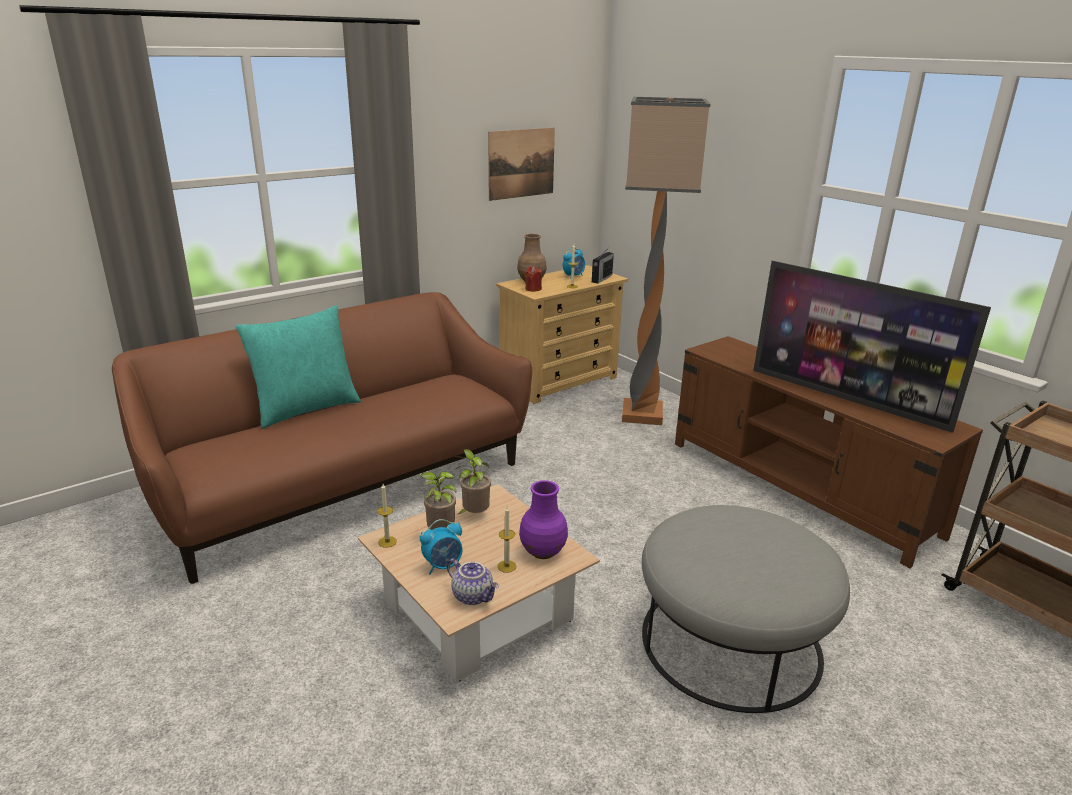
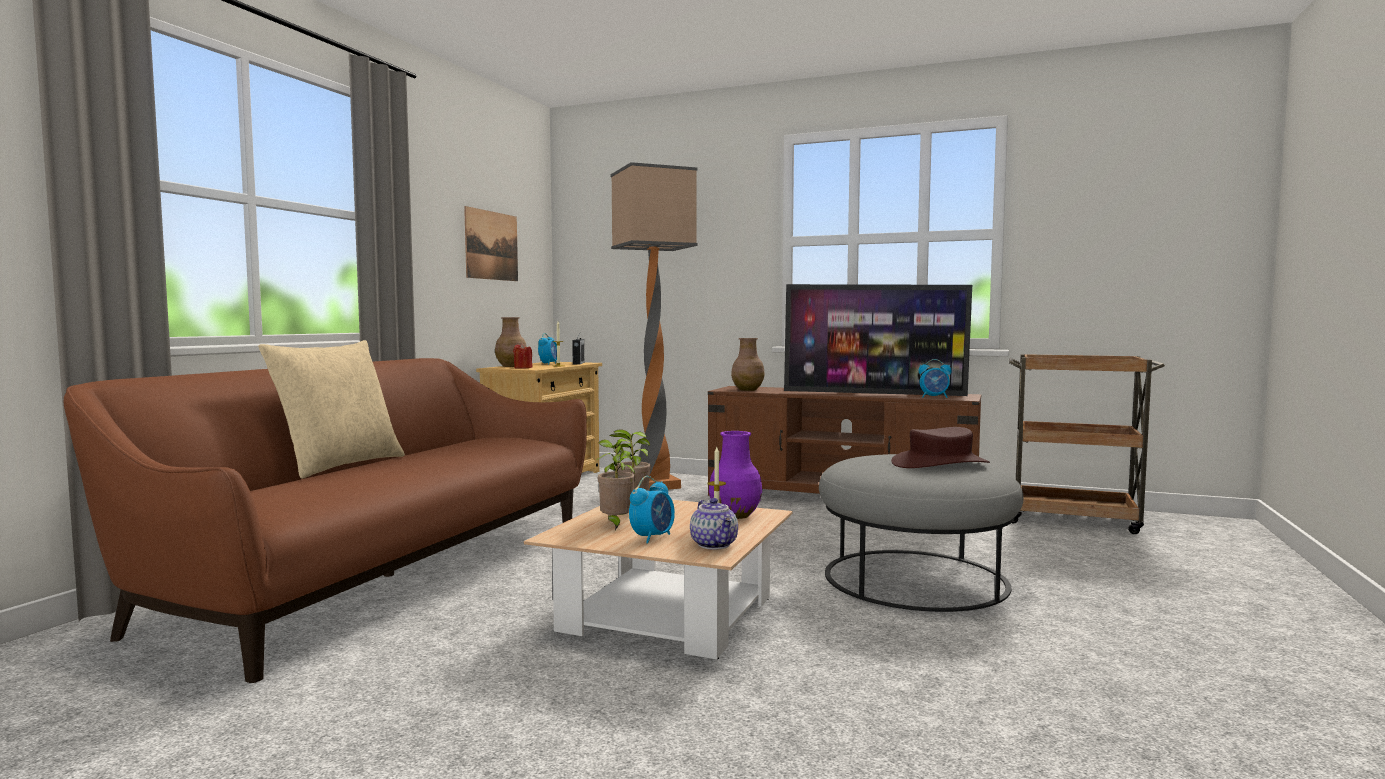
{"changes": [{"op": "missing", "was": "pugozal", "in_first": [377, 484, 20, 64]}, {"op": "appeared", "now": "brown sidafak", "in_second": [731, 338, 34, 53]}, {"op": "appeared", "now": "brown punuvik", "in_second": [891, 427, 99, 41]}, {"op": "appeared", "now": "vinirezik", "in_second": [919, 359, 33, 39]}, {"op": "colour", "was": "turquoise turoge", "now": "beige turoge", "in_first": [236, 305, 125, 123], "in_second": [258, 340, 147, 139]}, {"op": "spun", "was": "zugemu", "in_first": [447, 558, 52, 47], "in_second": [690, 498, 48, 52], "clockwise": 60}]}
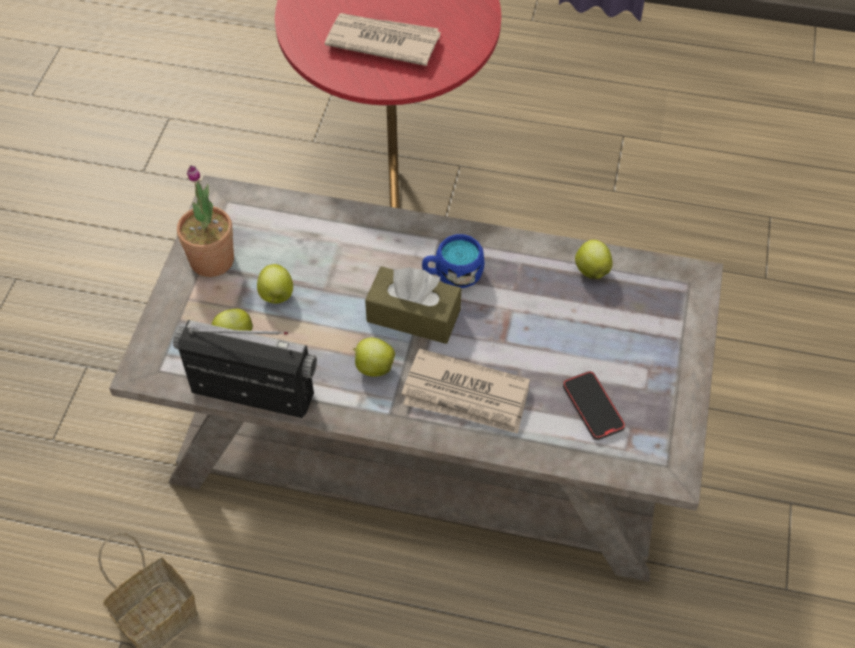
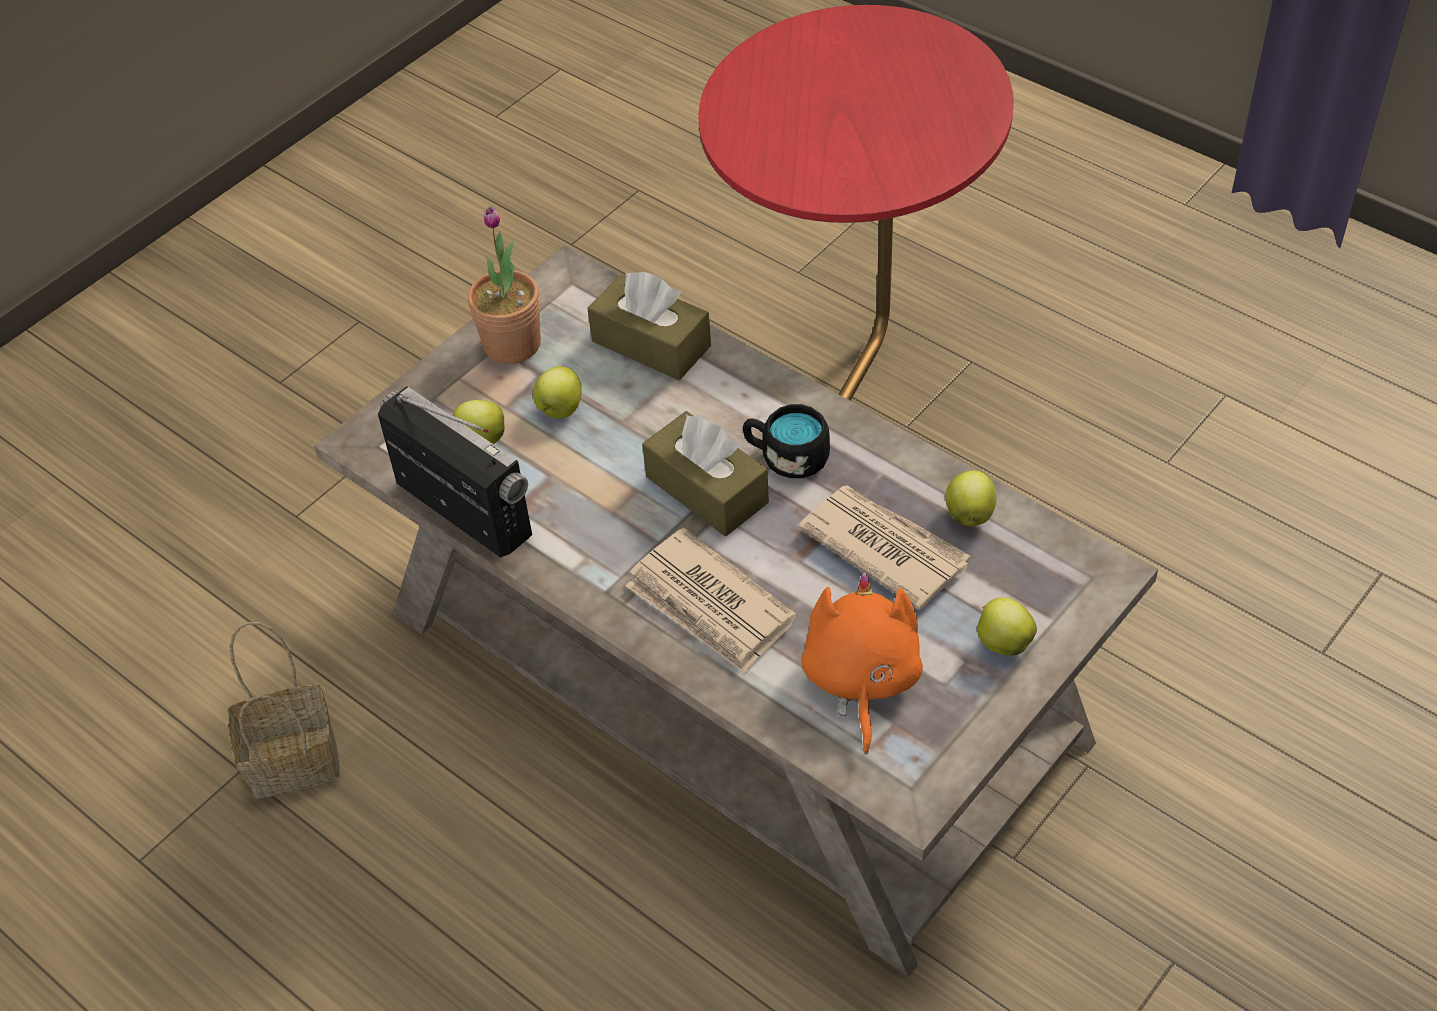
{"changes": [{"op": "appeared", "now": "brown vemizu", "in_second": [587, 272, 124, 108]}, {"op": "relocated", "was": "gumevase", "in_first": [325, 13, 116, 53], "in_second": [798, 485, 172, 125]}, {"op": "relocated", "was": "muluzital", "in_first": [353, 338, 42, 39], "in_second": [977, 597, 60, 59]}, {"op": "exchanged", "was": "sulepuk", "now": "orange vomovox", "in_first": [563, 371, 62, 69], "in_second": [802, 573, 121, 181]}, {"op": "colour", "was": "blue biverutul", "now": "black biverutul", "in_first": [422, 234, 62, 54], "in_second": [743, 404, 87, 74]}]}
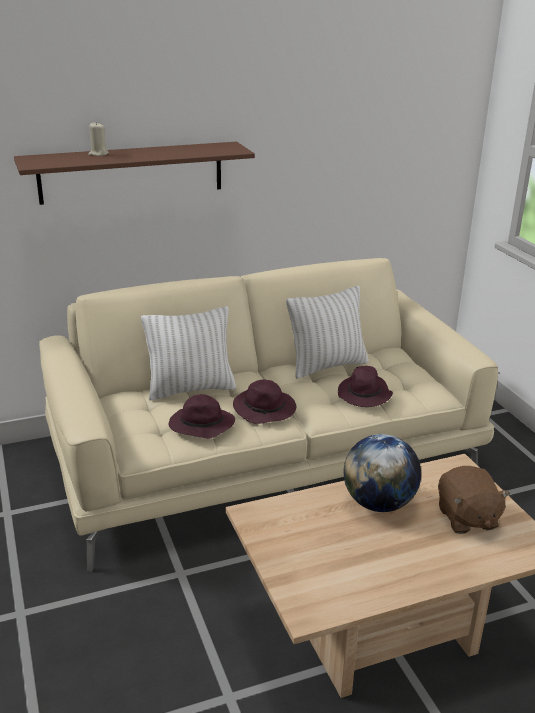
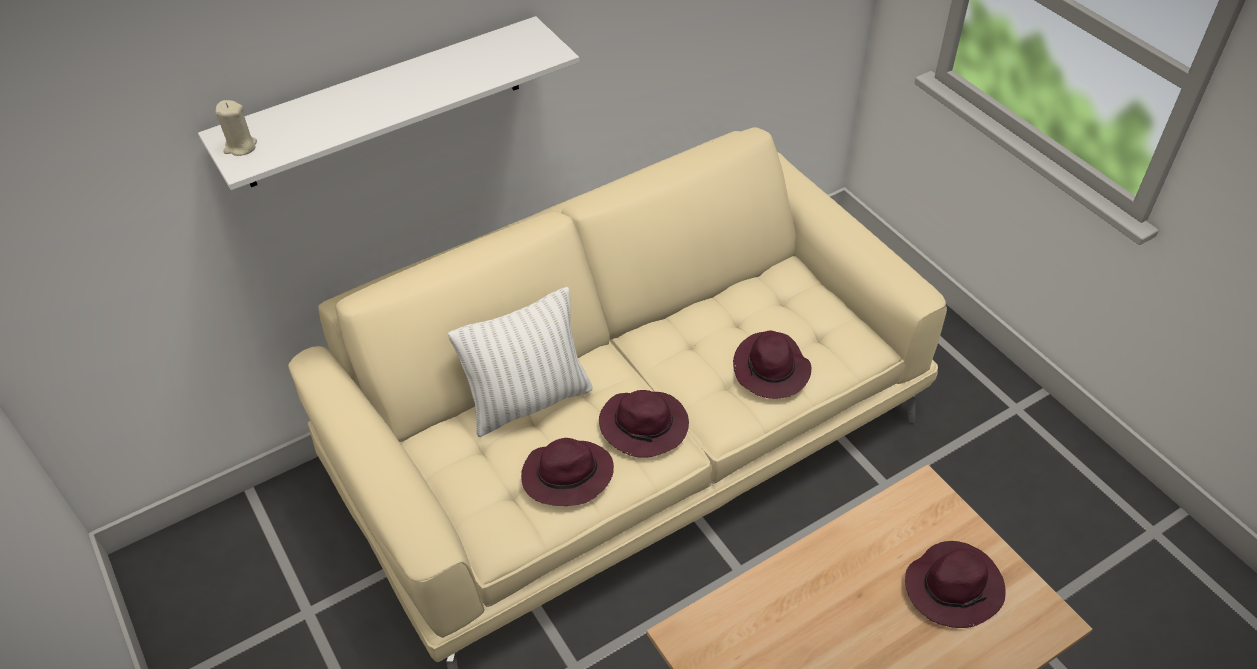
{"changes": [{"op": "missing", "was": "white turoge", "in_first": [286, 286, 83, 93]}, {"op": "missing", "was": "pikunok", "in_first": [344, 434, 77, 78]}, {"op": "relocated", "was": "beige pugozal", "in_first": [88, 122, 21, 34], "in_second": [216, 100, 41, 56]}, {"op": "exchanged", "was": "brown vomovox", "now": "purple punuvik", "in_first": [438, 466, 72, 68], "in_second": [905, 541, 101, 87]}, {"op": "colour", "was": "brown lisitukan", "now": "white lisitukan", "in_first": [14, 142, 241, 63], "in_second": [198, 16, 381, 174]}]}
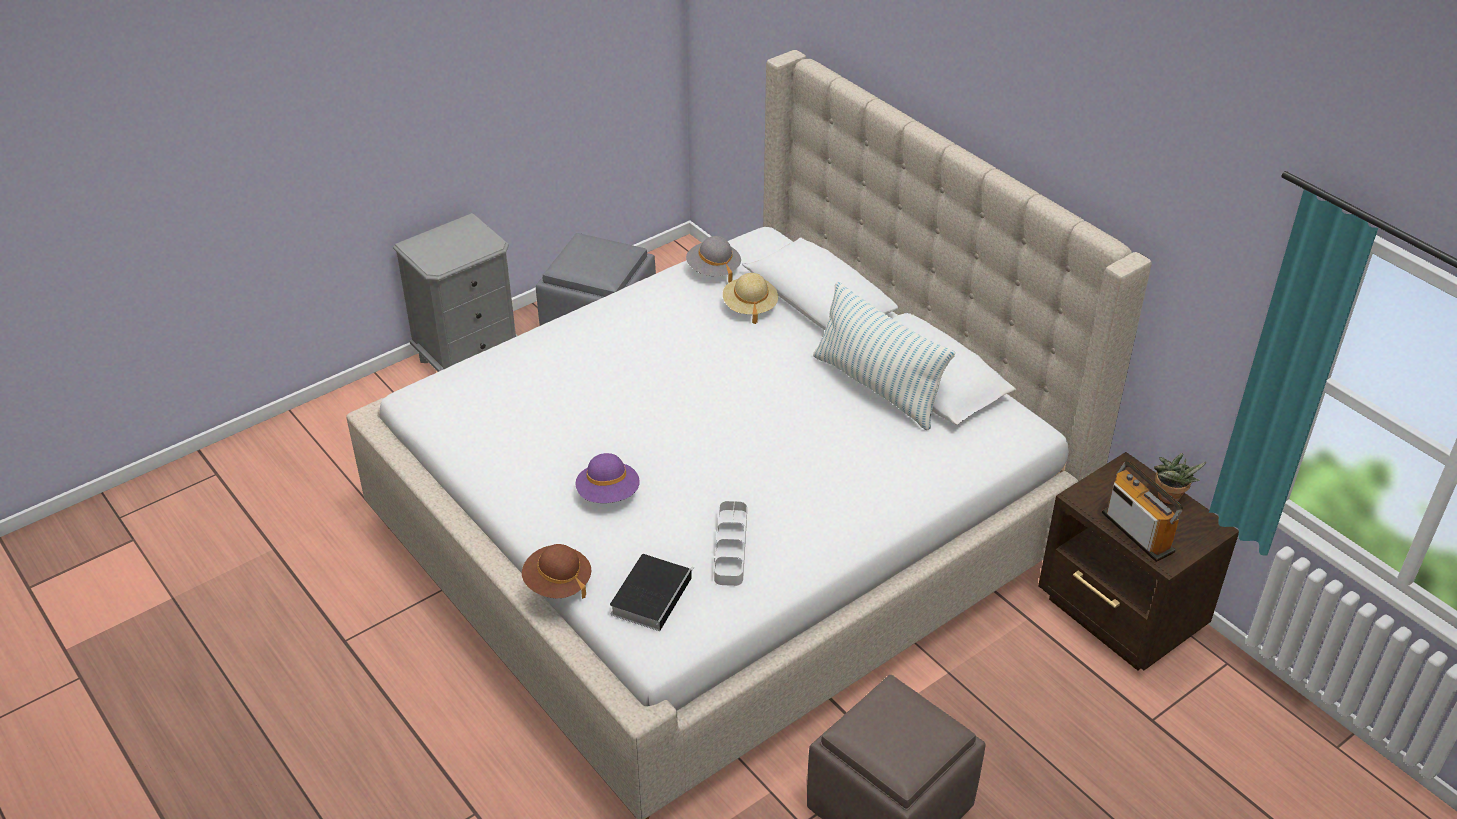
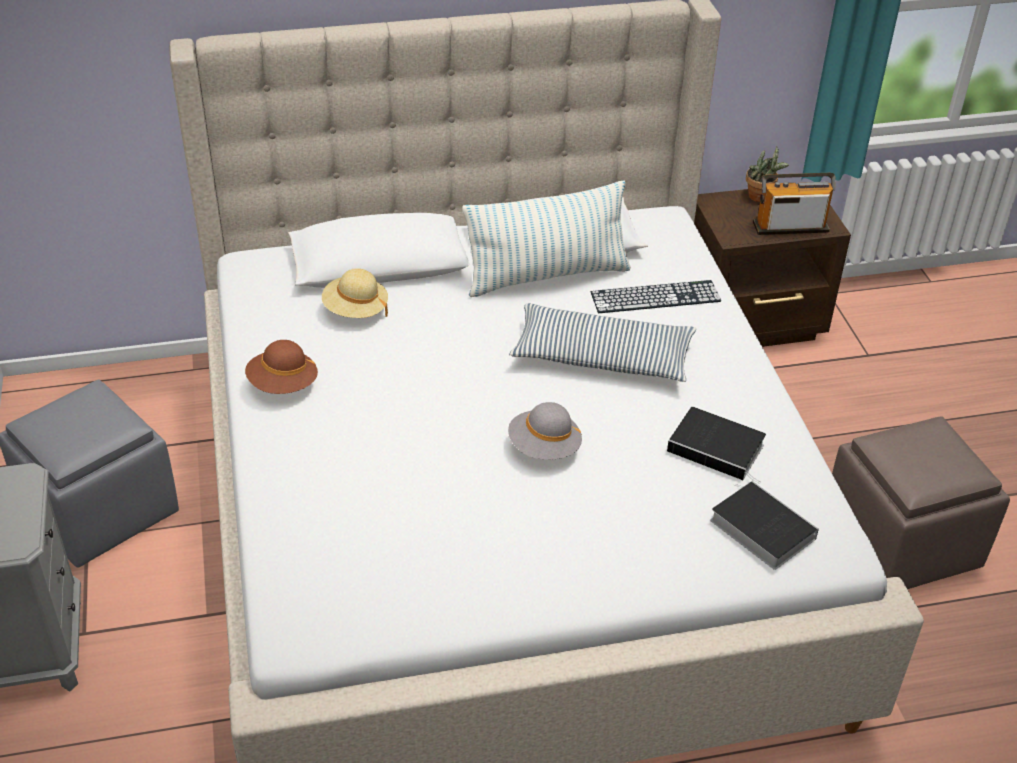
{"changes": [{"op": "missing", "was": "purple punuvik", "in_first": [575, 453, 65, 50]}, {"op": "appeared", "now": "turoge", "in_second": [509, 303, 187, 79]}, {"op": "appeared", "now": "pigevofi", "in_second": [591, 280, 130, 33]}, {"op": "relocated", "was": "brown punuvik", "in_first": [522, 544, 70, 55], "in_second": [245, 340, 73, 54]}, {"op": "relocated", "was": "grey punuvik", "in_first": [686, 236, 55, 47], "in_second": [508, 402, 74, 58]}, {"op": "exchanged", "was": "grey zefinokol", "now": "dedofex", "in_first": [714, 501, 33, 85], "in_second": [667, 407, 99, 77]}]}
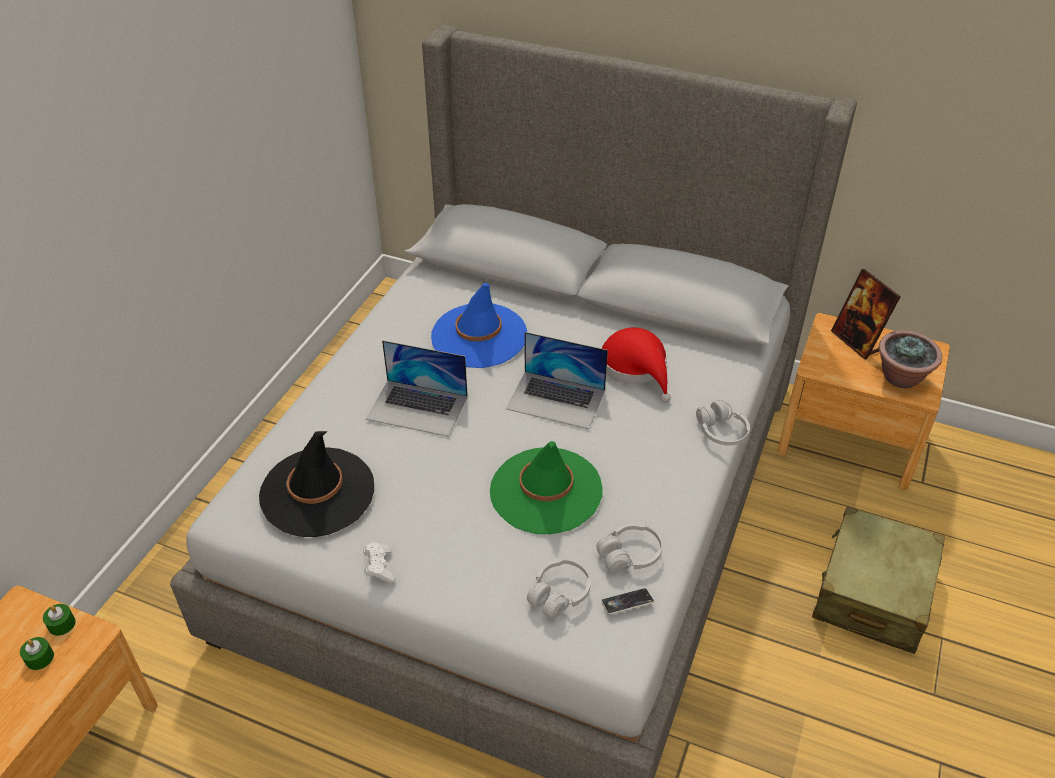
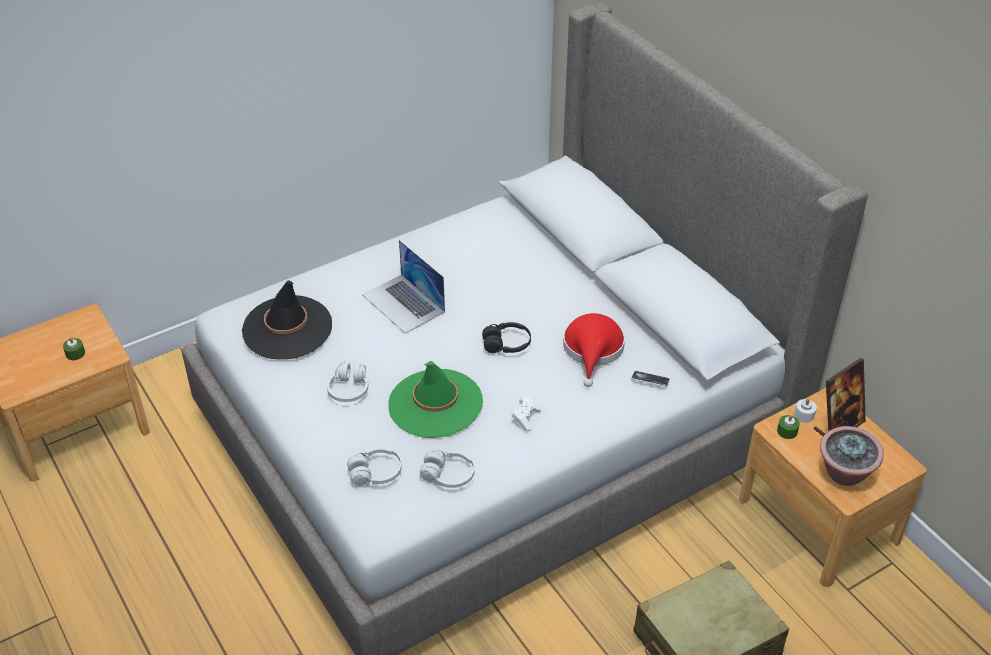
{"changes": [{"op": "missing", "was": "blue punuvik", "in_first": [431, 283, 96, 85]}, {"op": "appeared", "now": "white pugozal", "in_second": [794, 399, 23, 24]}, {"op": "relocated", "was": "green pugozal", "in_first": [43, 604, 33, 32], "in_second": [777, 415, 23, 24]}, {"op": "relocated", "was": "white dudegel", "in_first": [363, 543, 32, 40], "in_second": [511, 396, 30, 35]}, {"op": "relocated", "was": "sulepuk", "in_first": [601, 588, 53, 27], "in_second": [631, 371, 39, 16]}, {"op": "relocated", "was": "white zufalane", "in_first": [696, 400, 54, 45], "in_second": [327, 362, 42, 40]}, {"op": "exchanged", "was": "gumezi", "now": "black zufalane", "in_first": [506, 332, 102, 97], "in_second": [482, 322, 49, 31]}, {"op": "spun", "was": "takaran", "in_first": [831, 269, 70, 91], "in_second": [813, 358, 53, 79], "clockwise": -135}]}
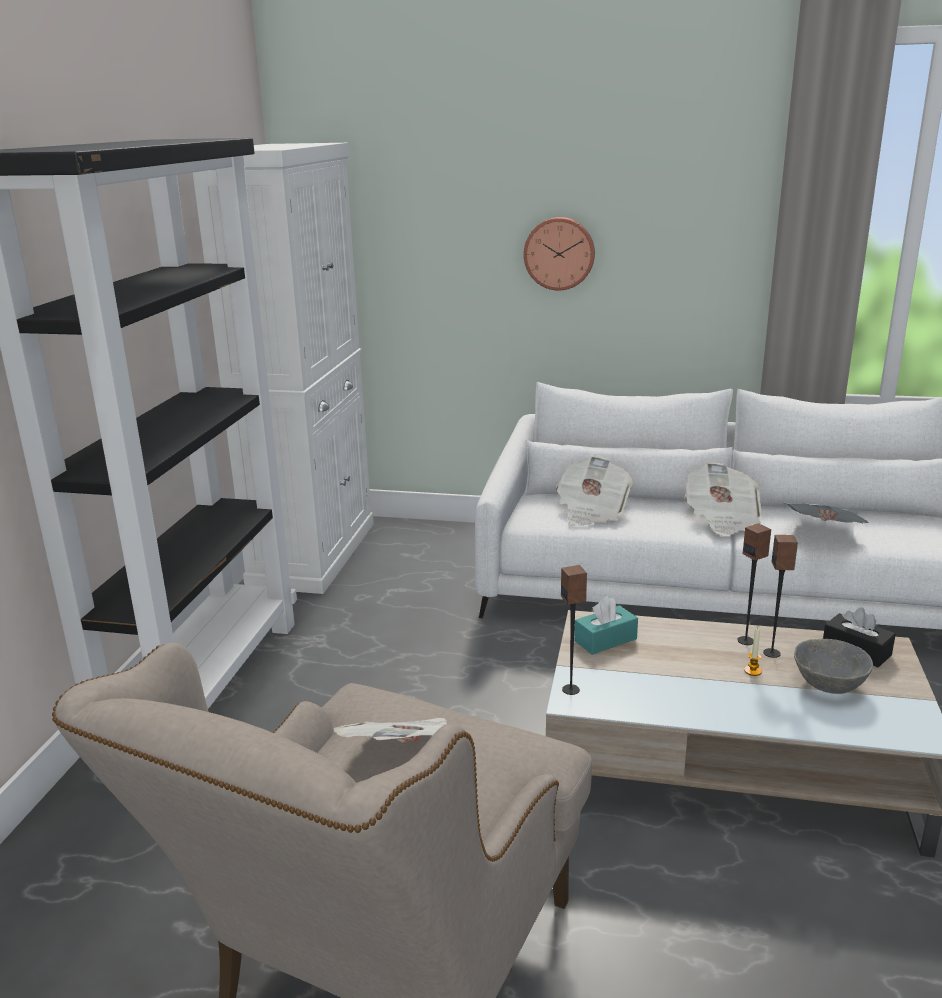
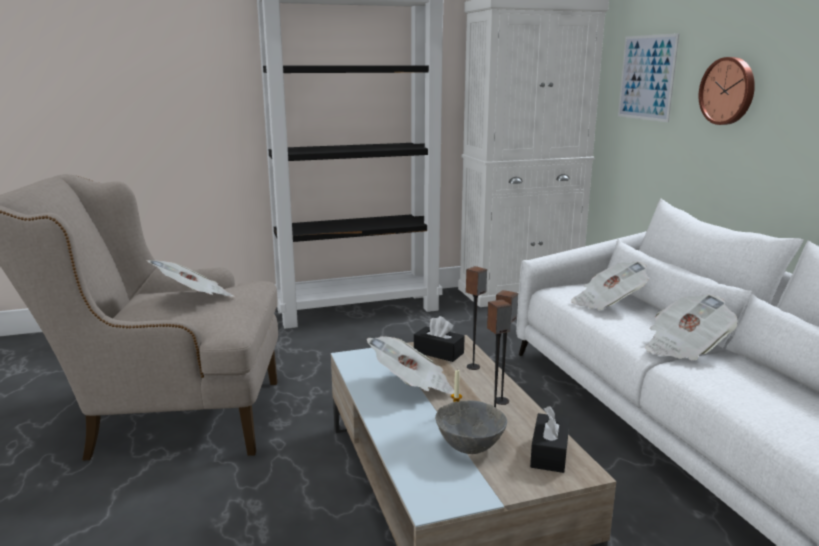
{"changes": [{"op": "appeared", "now": "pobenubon", "in_second": [618, 33, 61, 89]}, {"op": "relocated", "was": "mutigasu", "in_first": [561, 565, 26, 130], "in_second": [466, 266, 21, 104]}, {"op": "relocated", "was": "gumevase", "in_first": [785, 503, 84, 21], "in_second": [367, 336, 87, 58]}, {"op": "colour", "was": "turquoise vemizu", "now": "black vemizu", "in_first": [574, 596, 64, 59], "in_second": [414, 316, 51, 46]}]}
